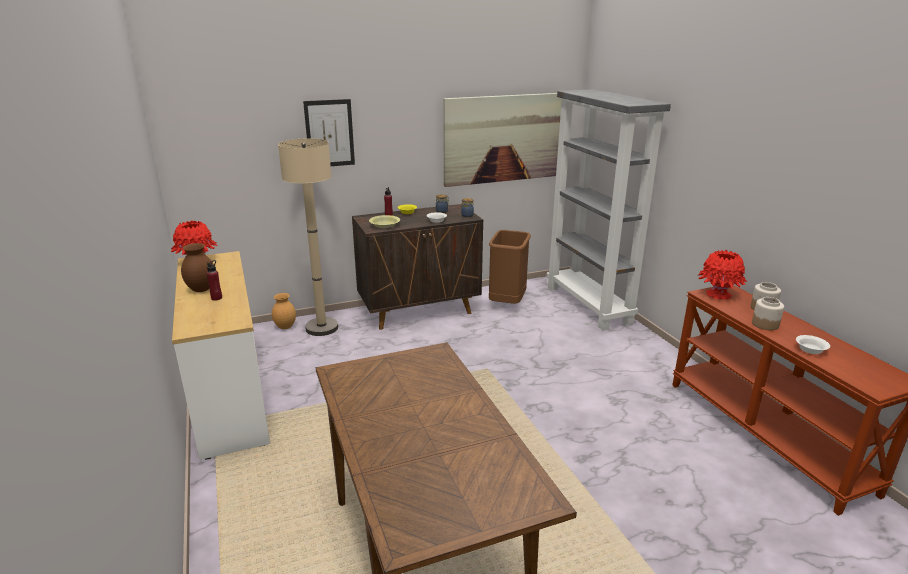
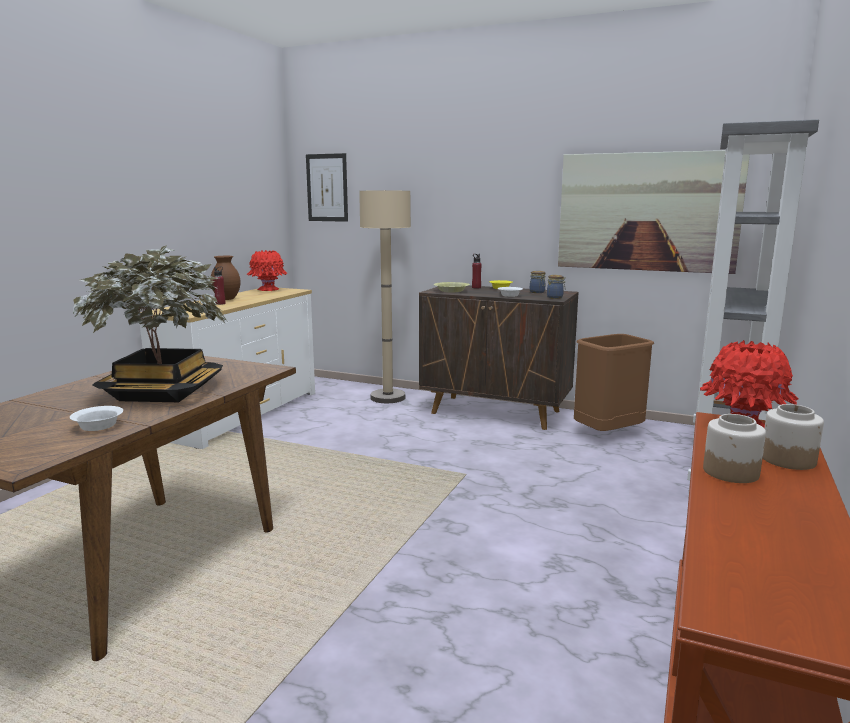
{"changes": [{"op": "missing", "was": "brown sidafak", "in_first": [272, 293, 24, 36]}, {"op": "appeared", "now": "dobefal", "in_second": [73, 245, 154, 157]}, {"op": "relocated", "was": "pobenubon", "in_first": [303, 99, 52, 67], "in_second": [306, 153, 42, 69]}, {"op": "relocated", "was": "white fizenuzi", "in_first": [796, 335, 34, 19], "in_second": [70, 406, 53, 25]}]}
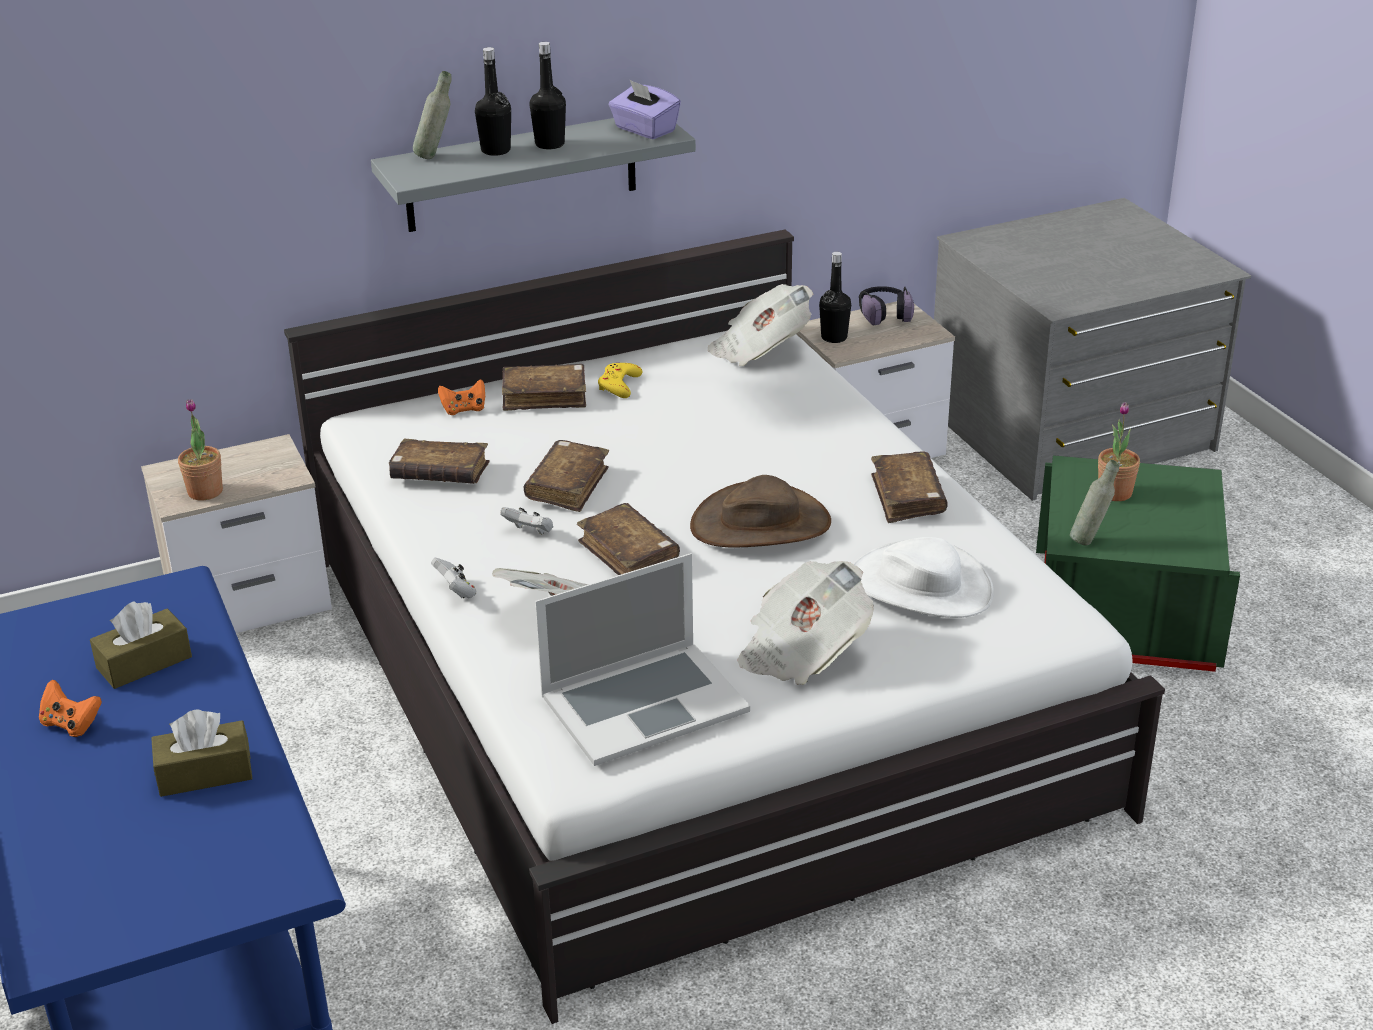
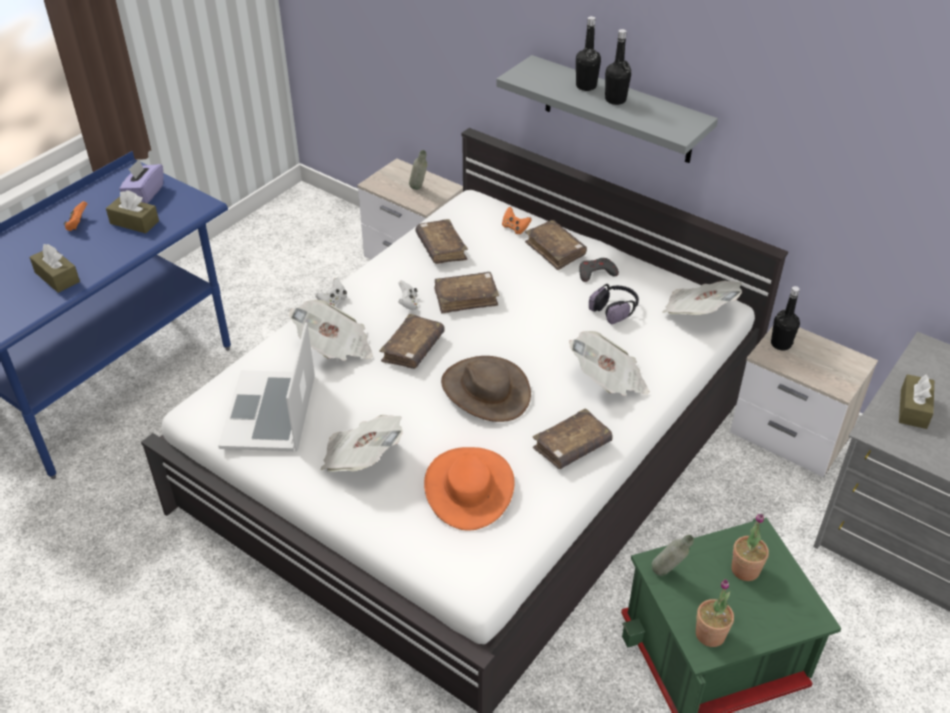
{"changes": [{"op": "appeared", "now": "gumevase", "in_second": [569, 331, 81, 65]}, {"op": "appeared", "now": "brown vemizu", "in_second": [899, 374, 35, 55]}, {"op": "relocated", "was": "dobefal", "in_first": [178, 399, 45, 101], "in_second": [696, 579, 38, 68]}, {"op": "relocated", "was": "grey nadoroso", "in_first": [413, 71, 39, 88], "in_second": [409, 150, 18, 40]}, {"op": "relocated", "was": "purple vemizu", "in_first": [609, 79, 72, 60], "in_second": [119, 159, 44, 45]}, {"op": "relocated", "was": "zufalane", "in_first": [859, 286, 55, 40], "in_second": [589, 284, 50, 41]}, {"op": "colour", "was": "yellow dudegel", "now": "grey dudegel", "in_first": [598, 363, 45, 35], "in_second": [579, 258, 40, 24]}, {"op": "colour", "was": "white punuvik", "now": "orange punuvik", "in_first": [853, 537, 141, 81], "in_second": [424, 447, 91, 84]}, {"op": "spun", "was": "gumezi", "in_first": [535, 553, 215, 213], "in_second": [218, 322, 97, 129], "clockwise": 60}]}
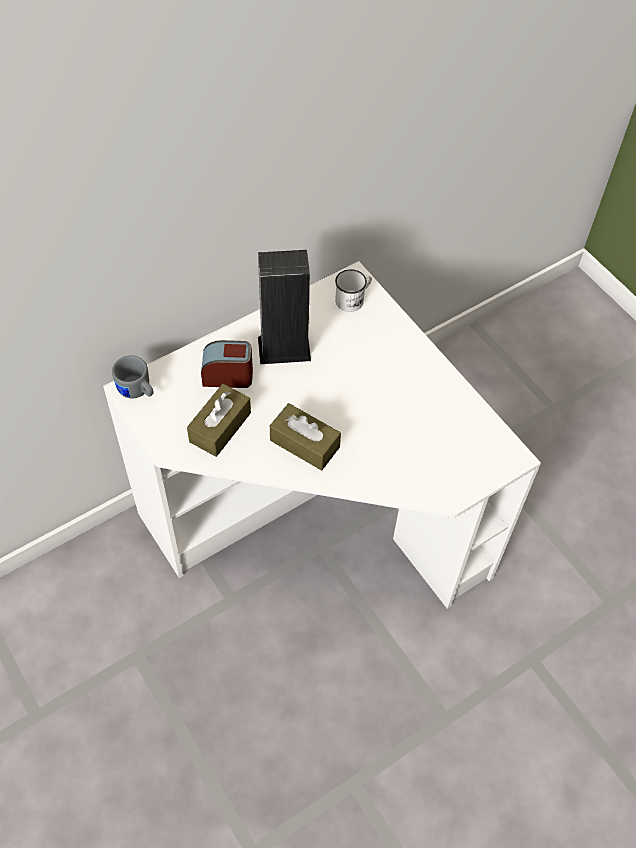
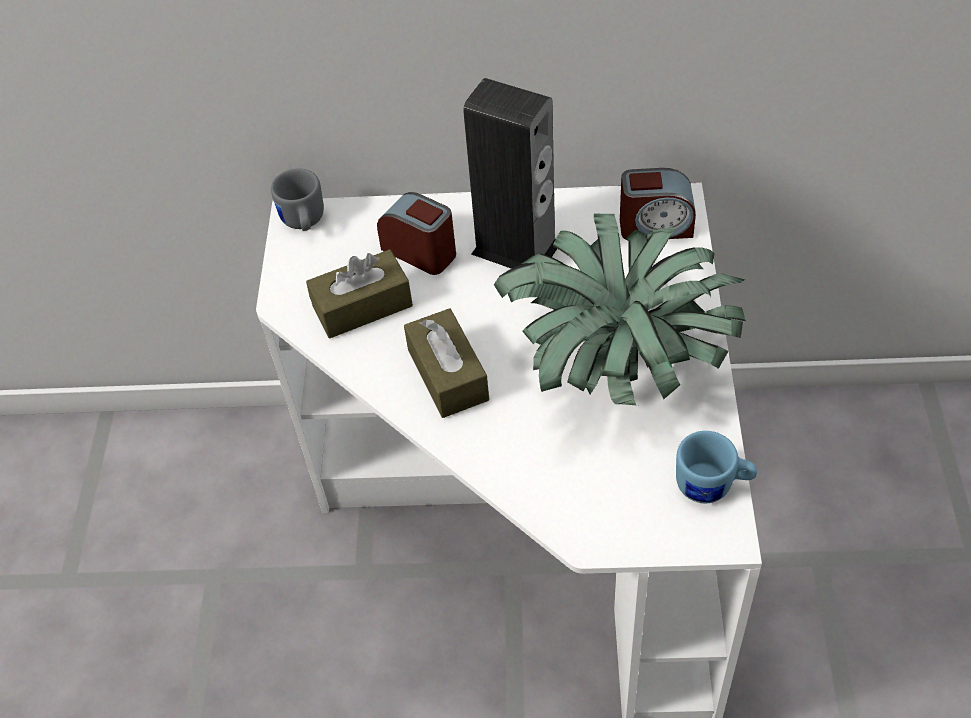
{"changes": [{"op": "appeared", "now": "dobefal", "in_second": [494, 214, 252, 192]}, {"op": "appeared", "now": "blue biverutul", "in_second": [676, 431, 81, 72]}, {"op": "exchanged", "was": "white biverutul", "now": "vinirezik", "in_first": [335, 269, 37, 43], "in_second": [620, 168, 76, 72]}]}
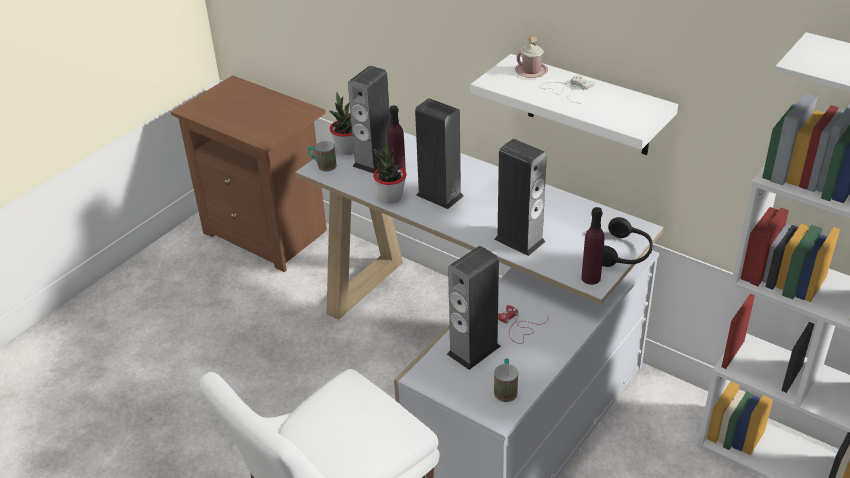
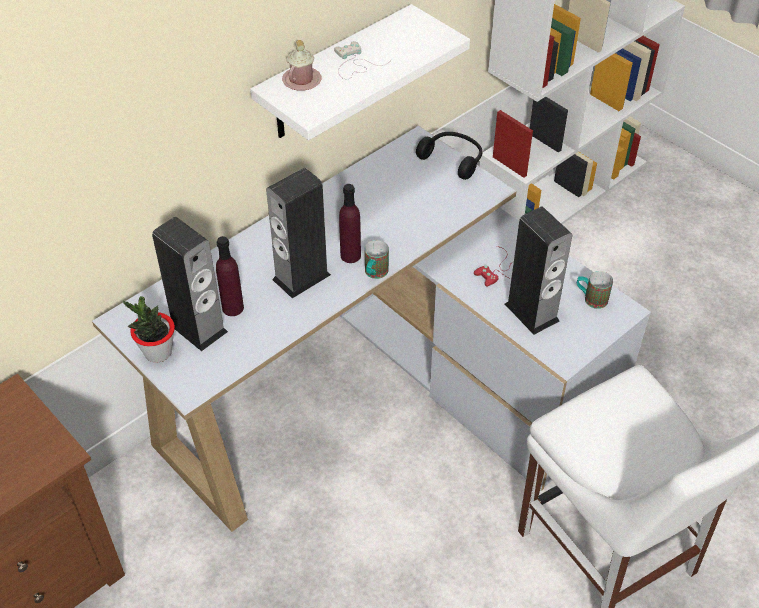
{"changes": [{"op": "missing", "was": "dobefal", "in_first": [373, 145, 34, 58]}, {"op": "missing", "was": "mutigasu", "in_first": [494, 139, 53, 117]}, {"op": "relocated", "was": "biverutul", "in_first": [307, 141, 30, 31], "in_second": [365, 240, 24, 39]}, {"op": "relocated", "was": "purple nadoroso", "in_first": [581, 207, 24, 78], "in_second": [339, 184, 22, 79]}]}
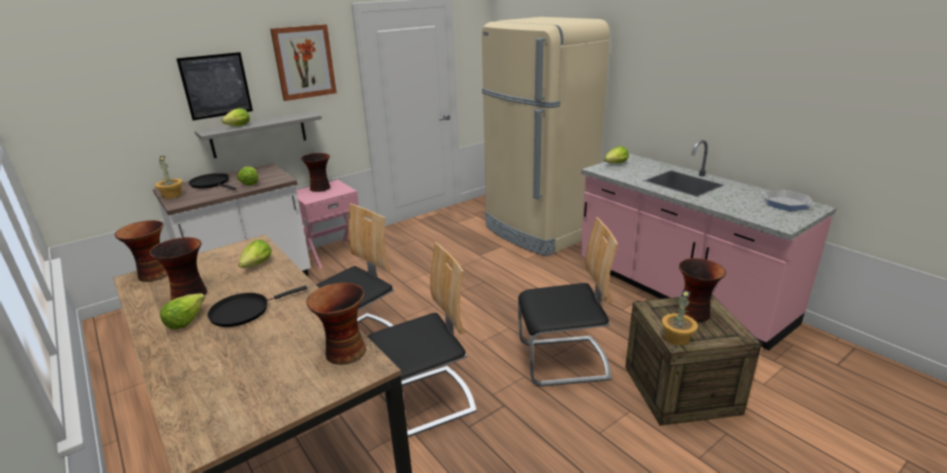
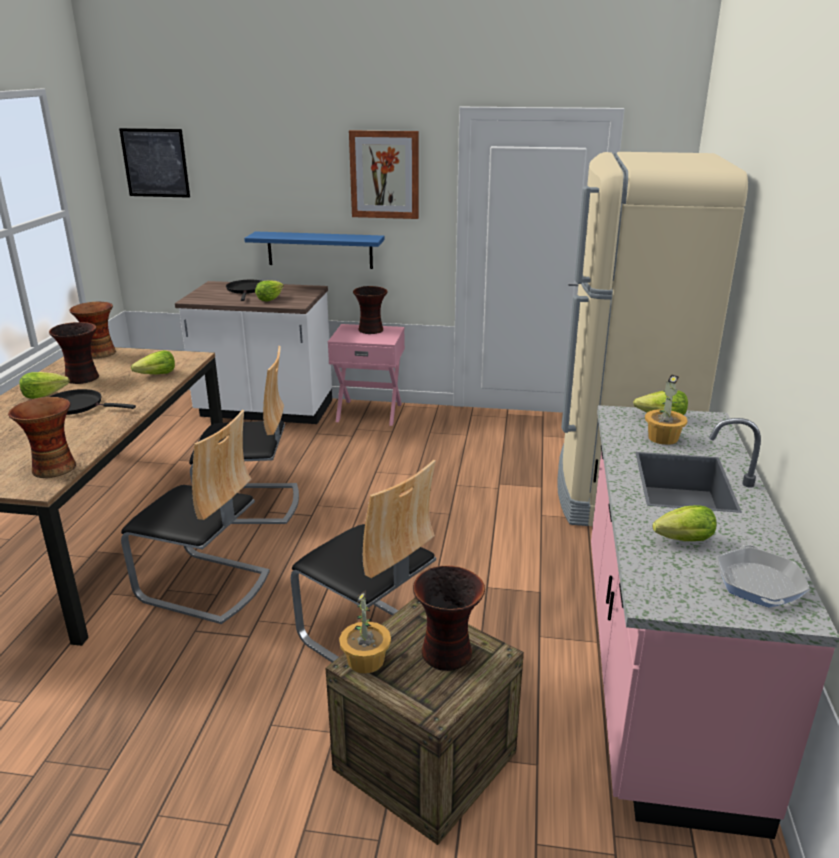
{"changes": [{"op": "relocated", "was": "dobefal", "in_first": [155, 156, 28, 43], "in_second": [645, 374, 43, 71]}, {"op": "relocated", "was": "pobenubon", "in_first": [176, 52, 77, 68], "in_second": [119, 128, 71, 70]}, {"op": "relocated", "was": "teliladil", "in_first": [222, 108, 28, 18], "in_second": [653, 505, 63, 36]}, {"op": "colour", "was": "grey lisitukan", "now": "blue lisitukan", "in_first": [195, 112, 127, 46], "in_second": [244, 231, 141, 38]}]}
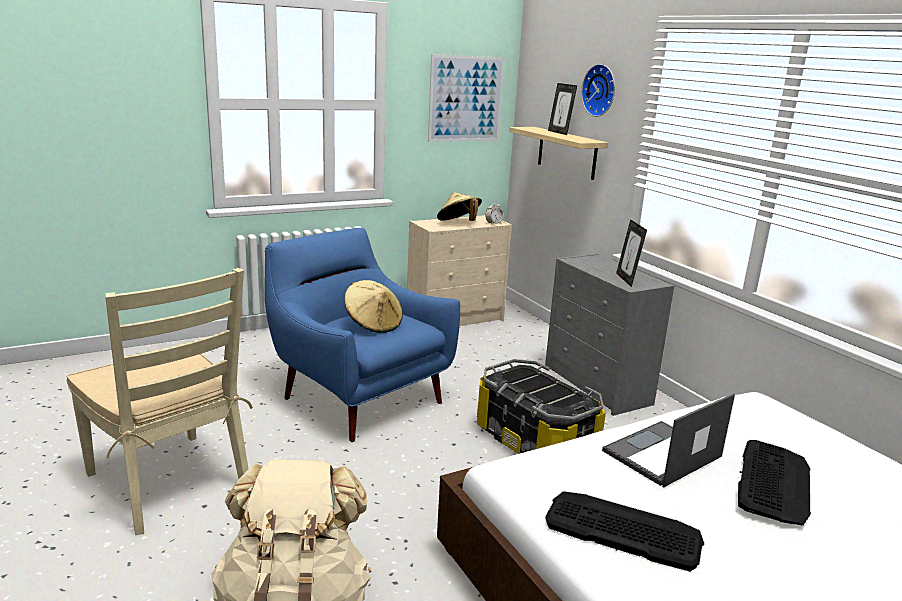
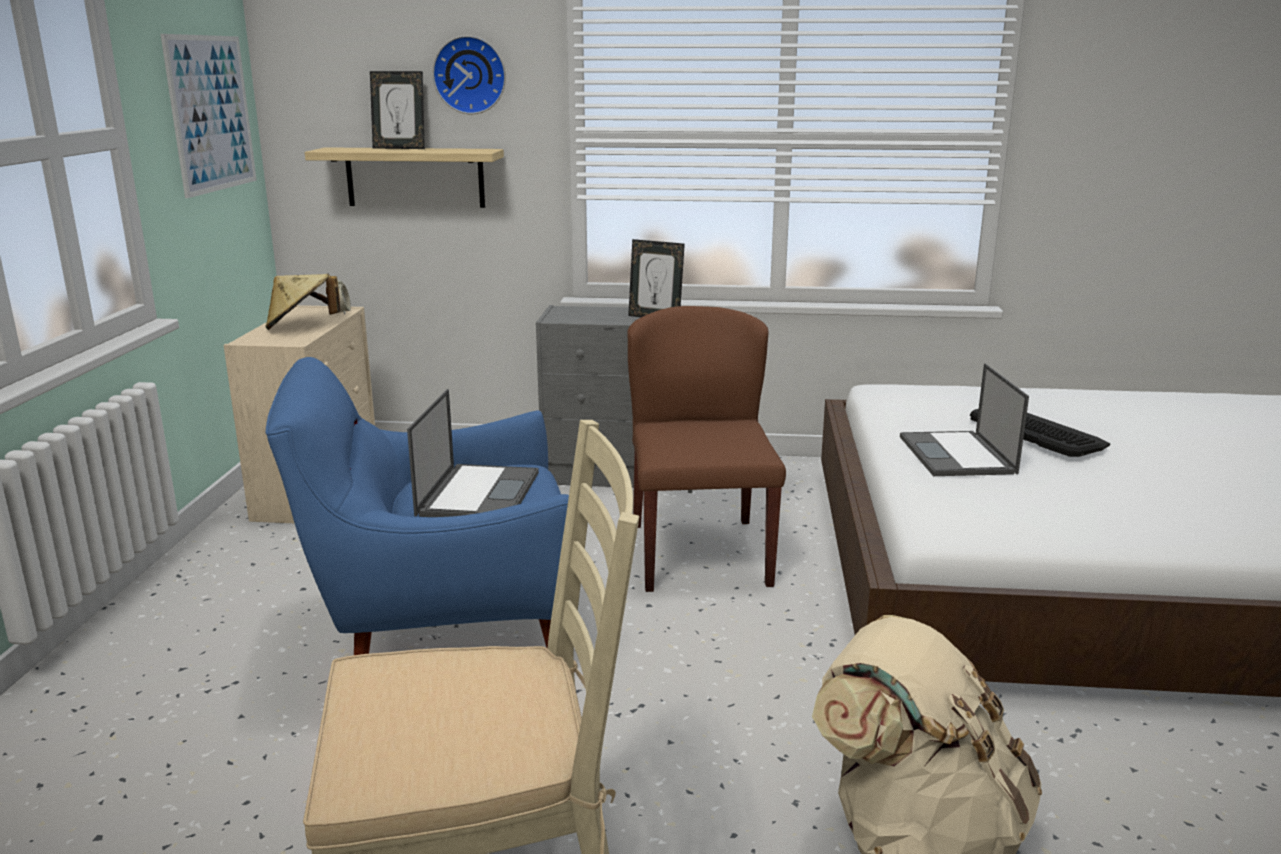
{"changes": [{"op": "missing", "was": "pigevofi", "in_first": [545, 491, 159, 81]}, {"op": "exchanged", "was": "beige punuvik", "now": "gumezi", "in_first": [344, 280, 59, 53], "in_second": [407, 389, 132, 128]}, {"op": "exchanged", "was": "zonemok", "now": "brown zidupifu", "in_first": [477, 359, 129, 95], "in_second": [628, 306, 158, 286]}]}
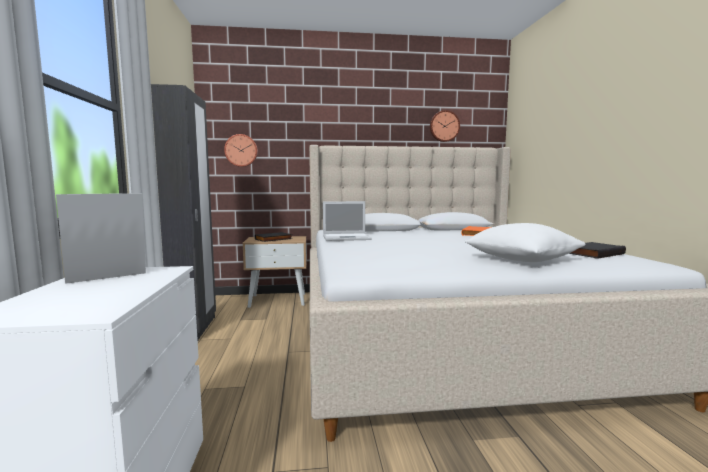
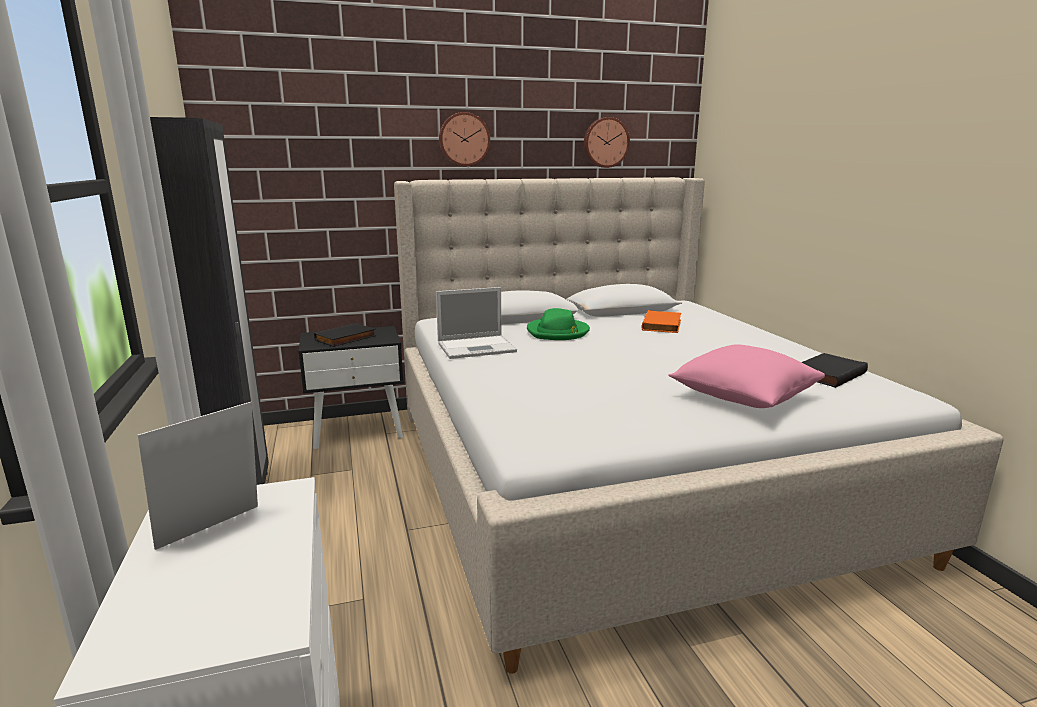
{"changes": [{"op": "appeared", "now": "green punuvik", "in_second": [527, 308, 63, 32]}, {"op": "relocated", "was": "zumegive", "in_first": [224, 134, 34, 33], "in_second": [439, 112, 51, 54]}, {"op": "colour", "was": "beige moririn", "now": "black moririn", "in_first": [242, 236, 65, 72], "in_second": [298, 326, 106, 123]}, {"op": "colour", "was": "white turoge", "now": "pink turoge", "in_first": [465, 223, 120, 39], "in_second": [668, 344, 157, 64]}]}
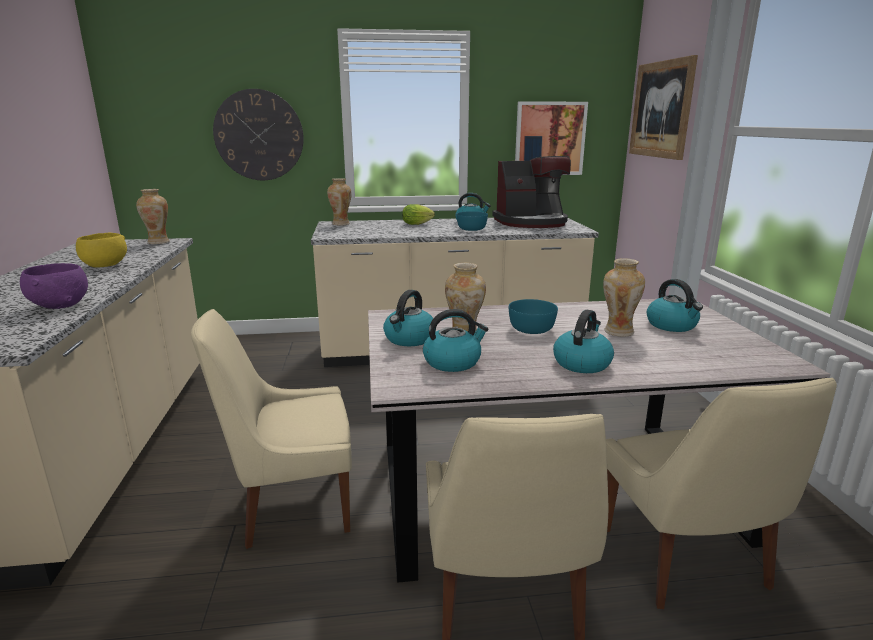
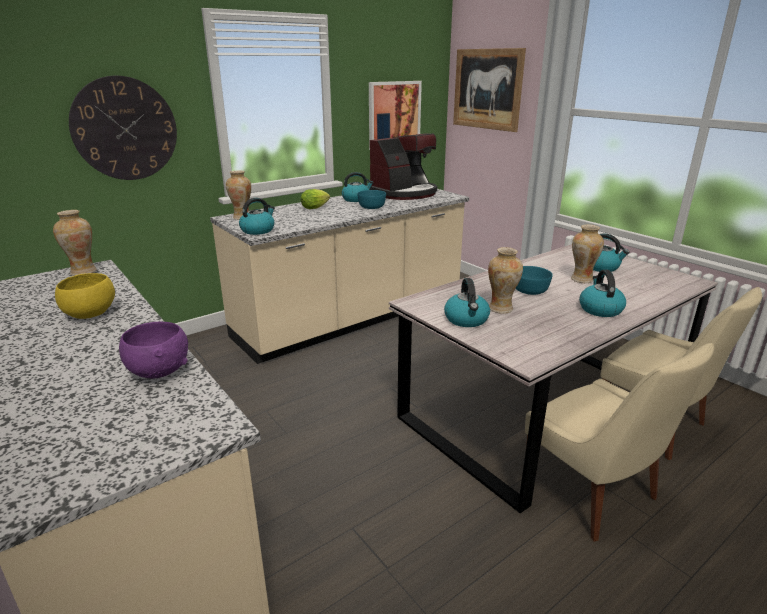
{"changes": [{"op": "missing", "was": "beige zidupifu", "in_first": [191, 309, 161, 240]}, {"op": "relocated", "was": "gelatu", "in_first": [423, 309, 65, 63], "in_second": [239, 198, 36, 37]}]}
